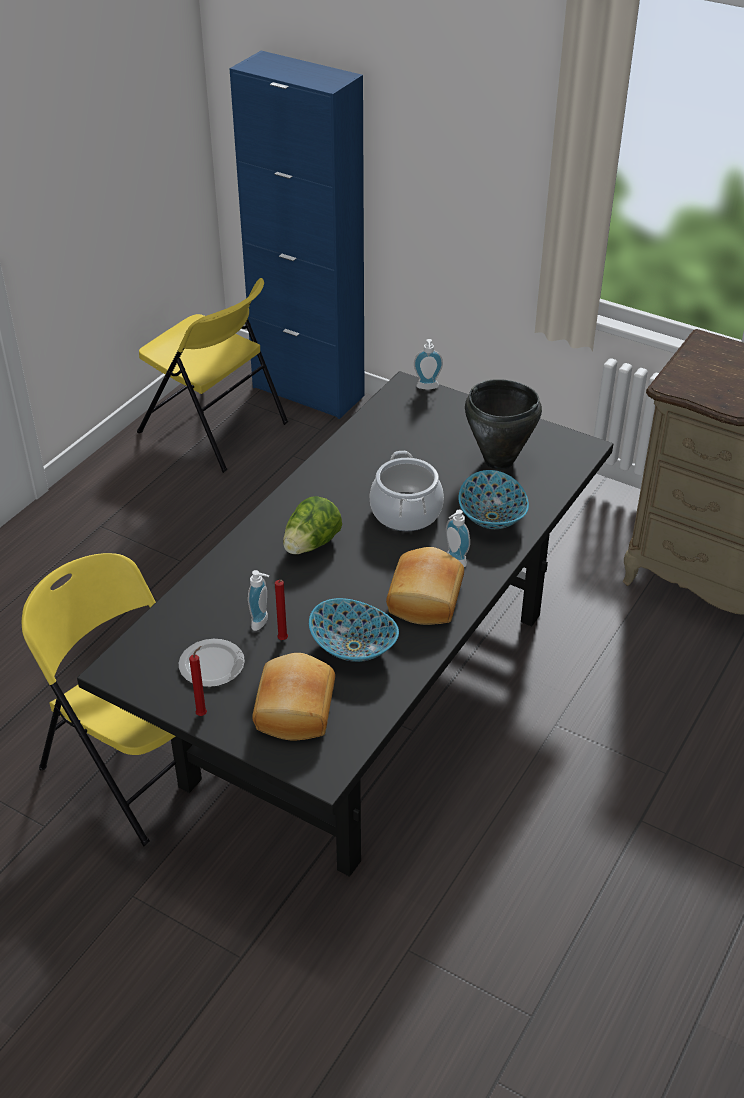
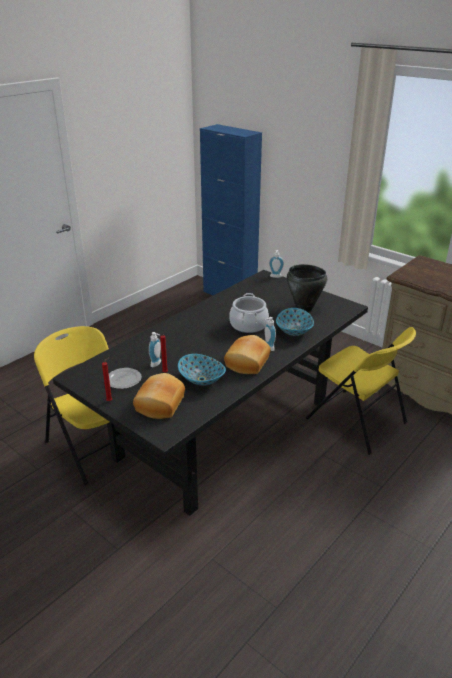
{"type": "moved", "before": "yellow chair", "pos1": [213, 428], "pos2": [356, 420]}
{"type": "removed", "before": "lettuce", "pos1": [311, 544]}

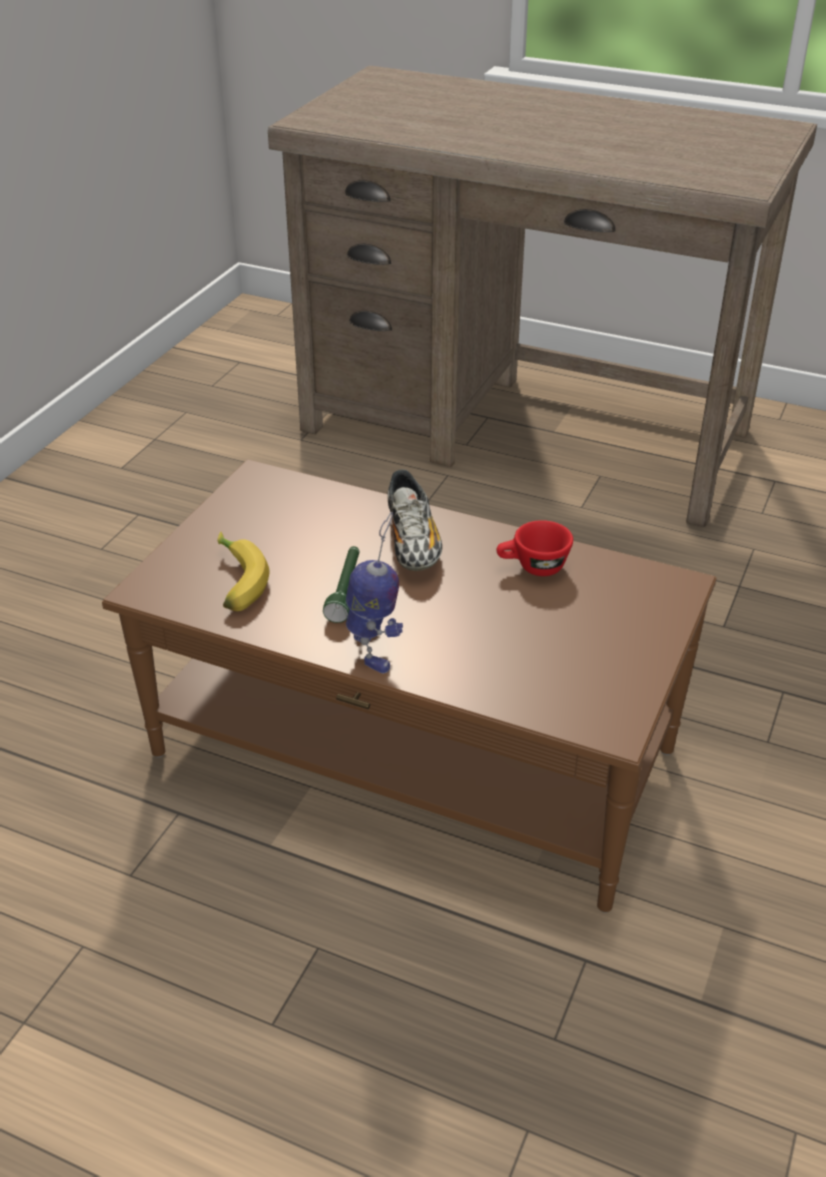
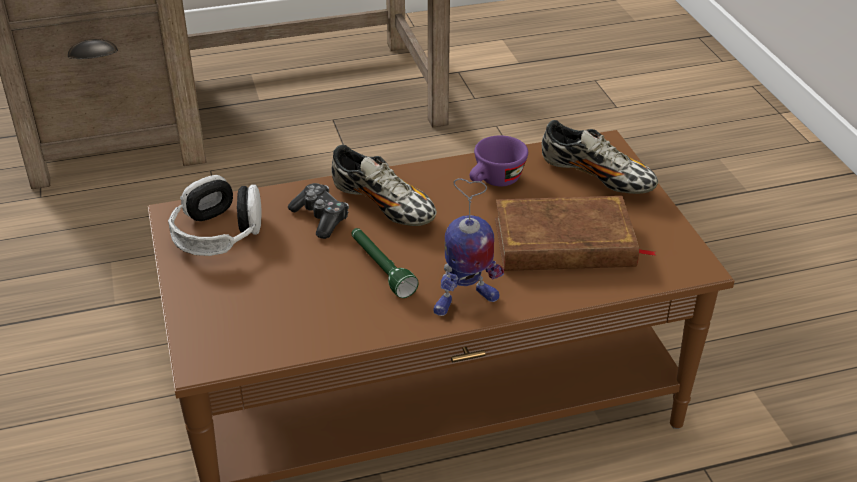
{"type": "added", "after": "headphones", "pos2": [218, 233]}
{"type": "added", "after": "game controller", "pos2": [321, 218]}
{"type": "turned", "before": "toy robot", "pos1": [374, 651], "pos2": [464, 302], "turn": 120}
{"type": "recoloured", "before": "red cup", "after": "purple cup", "pos1": [533, 567], "pos2": [495, 181]}
{"type": "added", "after": "brown book", "pos2": [565, 243]}
{"type": "added", "after": "shoe", "pos2": [597, 177]}
{"type": "removed", "before": "banana", "pos1": [235, 582]}

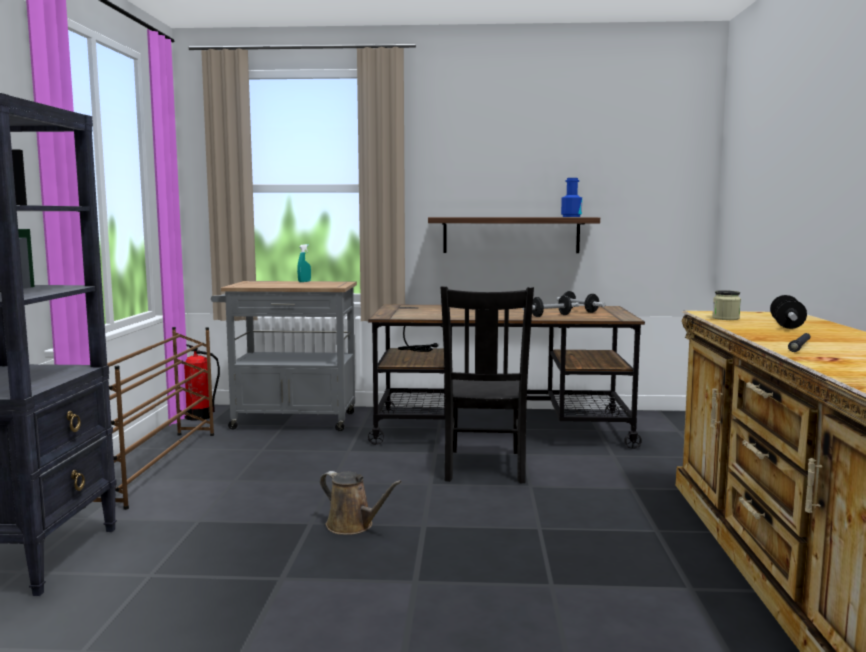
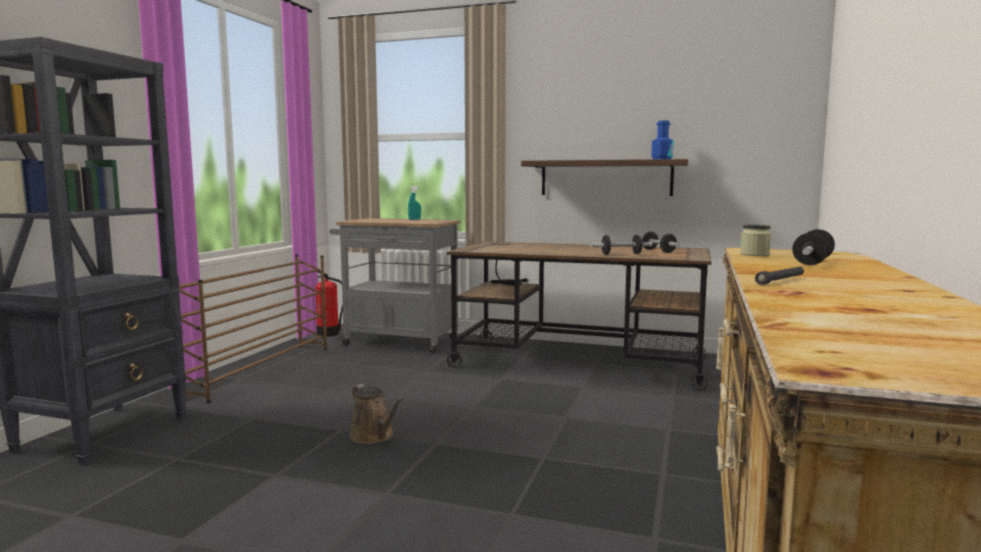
{"type": "removed", "before": "black chair", "pos1": [484, 467]}

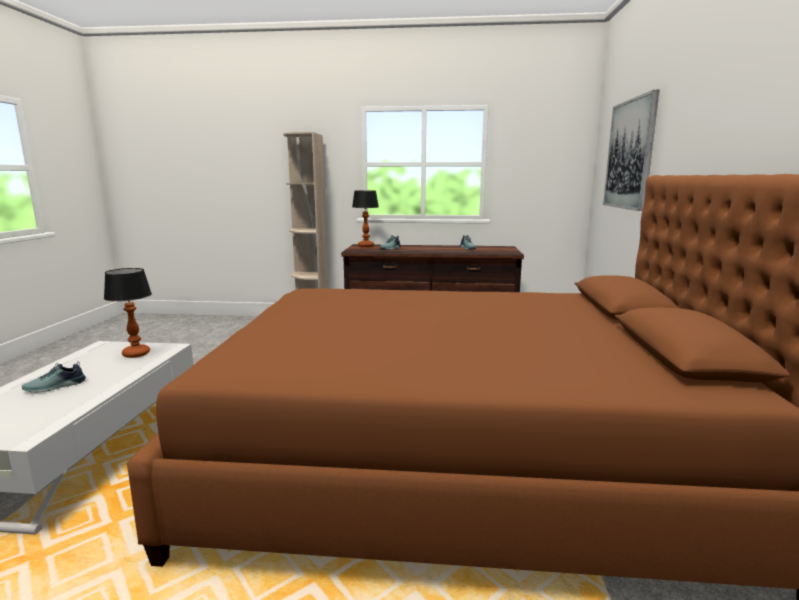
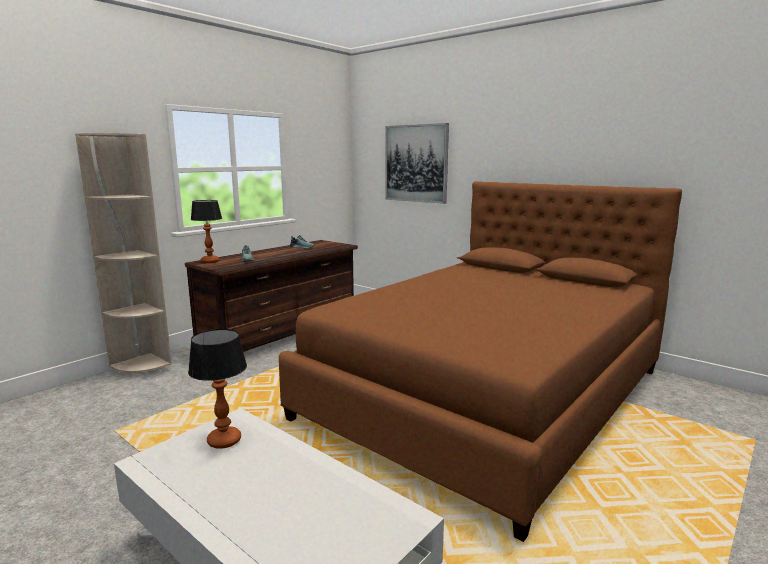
{"type": "removed", "before": "shoe", "pos1": [55, 387]}

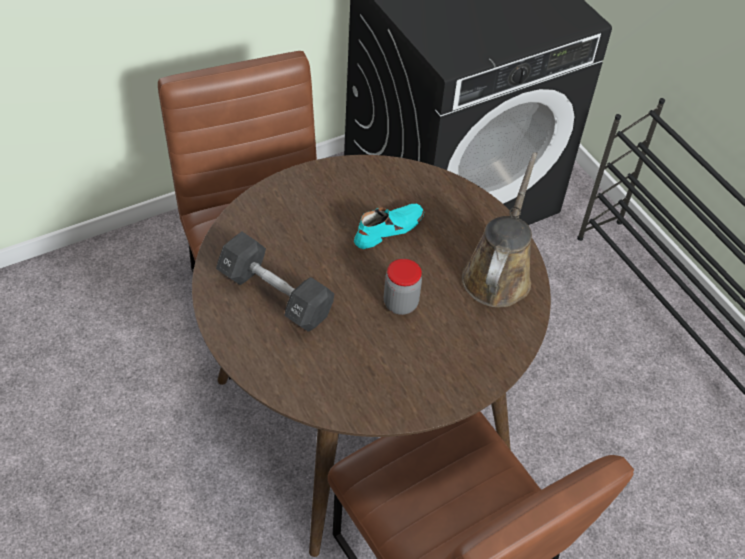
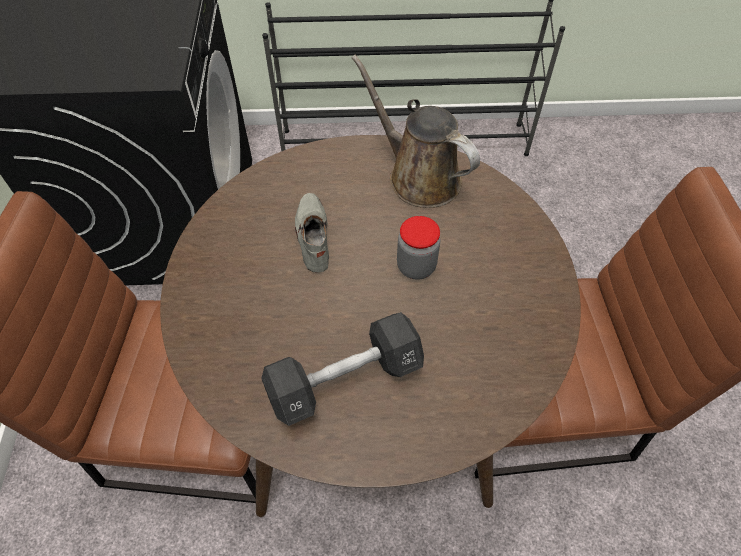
{"type": "recoloured", "before": "turquoise shoe", "after": "grey shoe", "pos1": [388, 229], "pos2": [312, 236]}

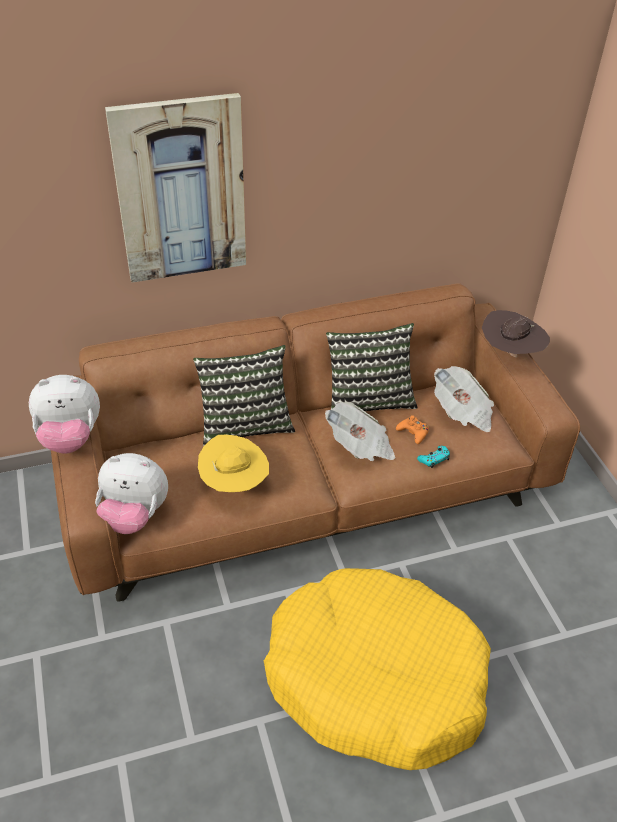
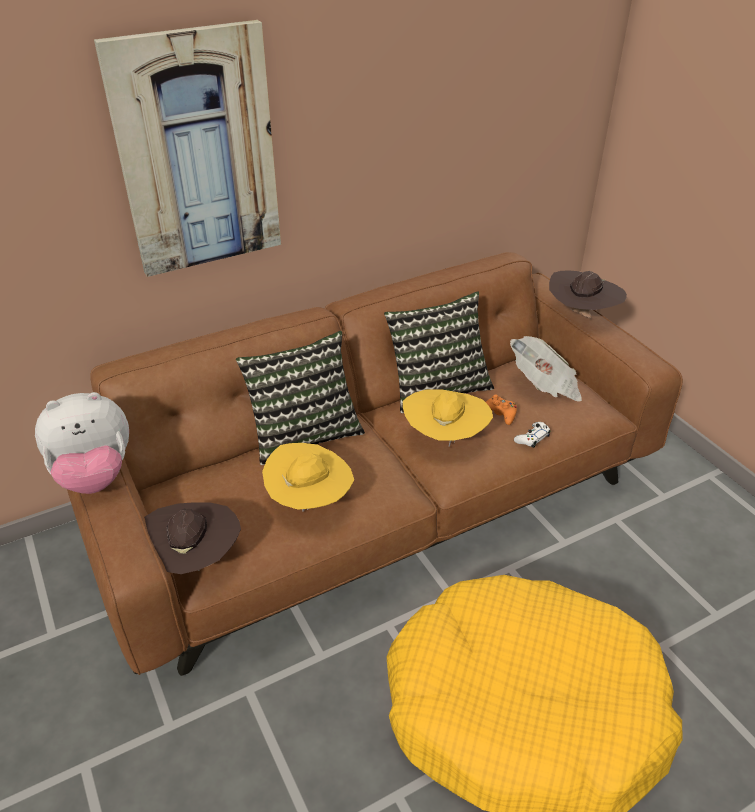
{"type": "replaced", "before": "plush toy", "after": "brown hat", "pos1": [134, 516], "pos2": [193, 559]}
{"type": "replaced", "before": "newspaper", "after": "yellow hat", "pos1": [360, 447], "pos2": [445, 437]}
{"type": "recoloured", "before": "turquoise game controller", "after": "white game controller", "pos1": [434, 459], "pos2": [532, 438]}

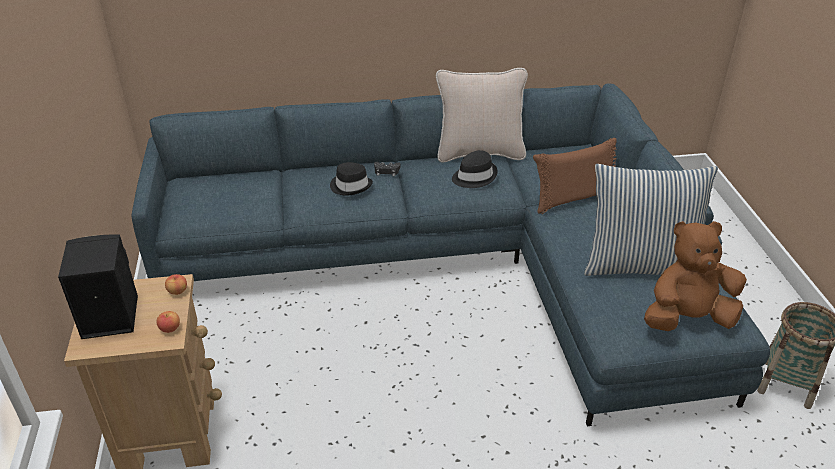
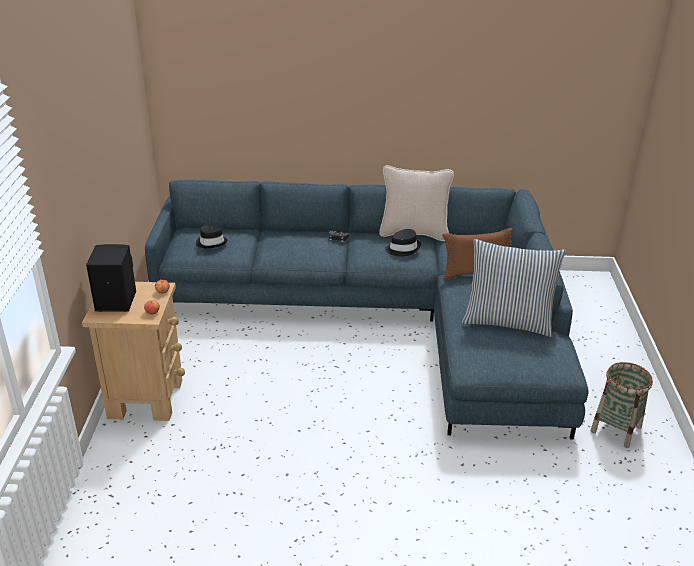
{"type": "moved", "before": "black hat", "pos1": [351, 186], "pos2": [211, 242]}
{"type": "removed", "before": "brown plush toy", "pos1": [687, 318]}

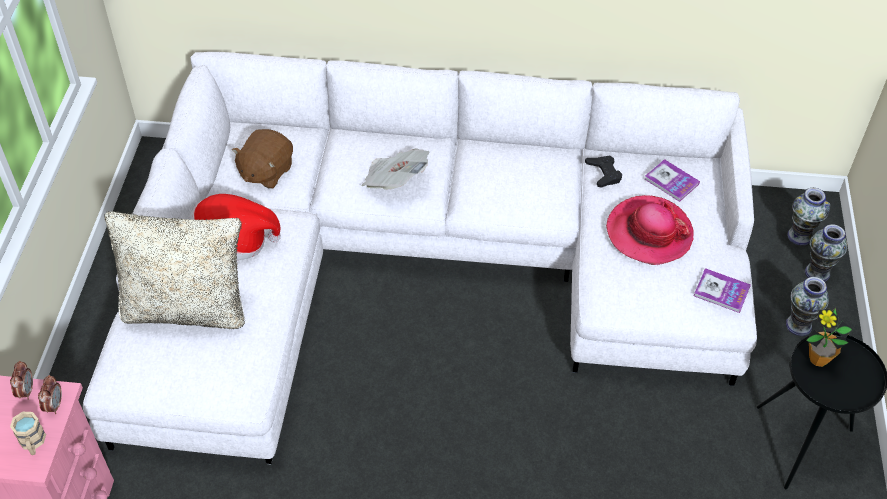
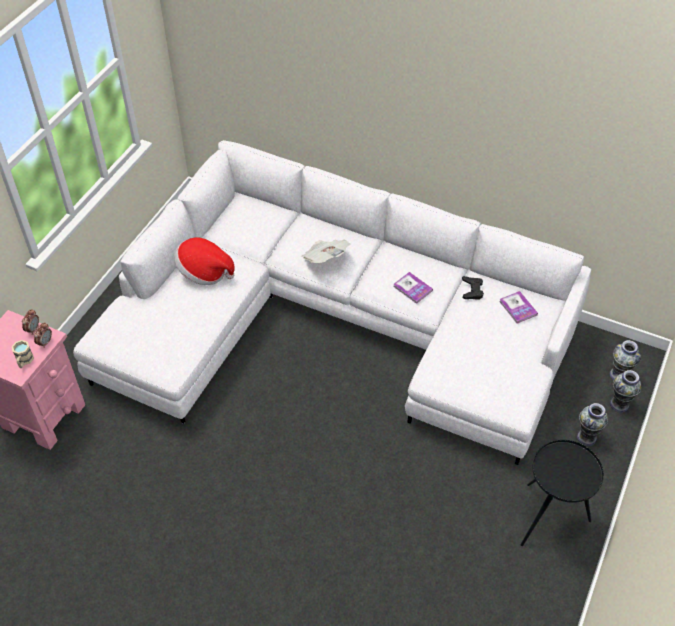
{"type": "moved", "before": "book", "pos1": [721, 291], "pos2": [412, 288]}
{"type": "removed", "before": "beige pillow", "pos1": [188, 312]}
{"type": "removed", "before": "brown plush toy", "pos1": [265, 172]}
{"type": "removed", "before": "hat", "pos1": [649, 233]}
{"type": "removed", "before": "potted plant", "pos1": [818, 359]}

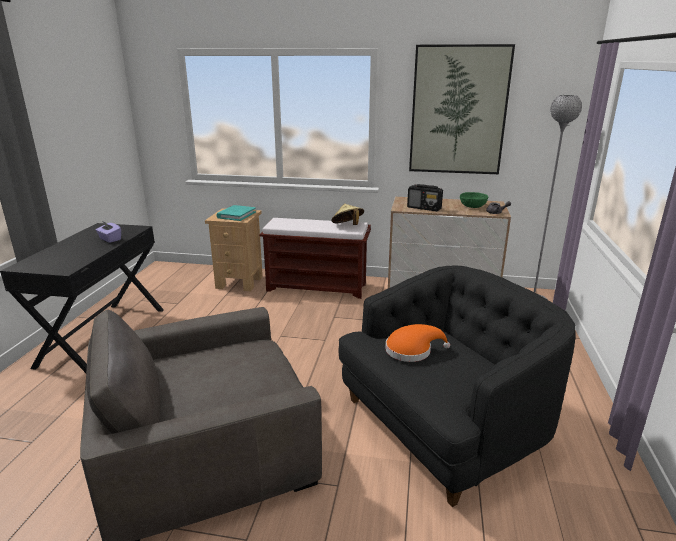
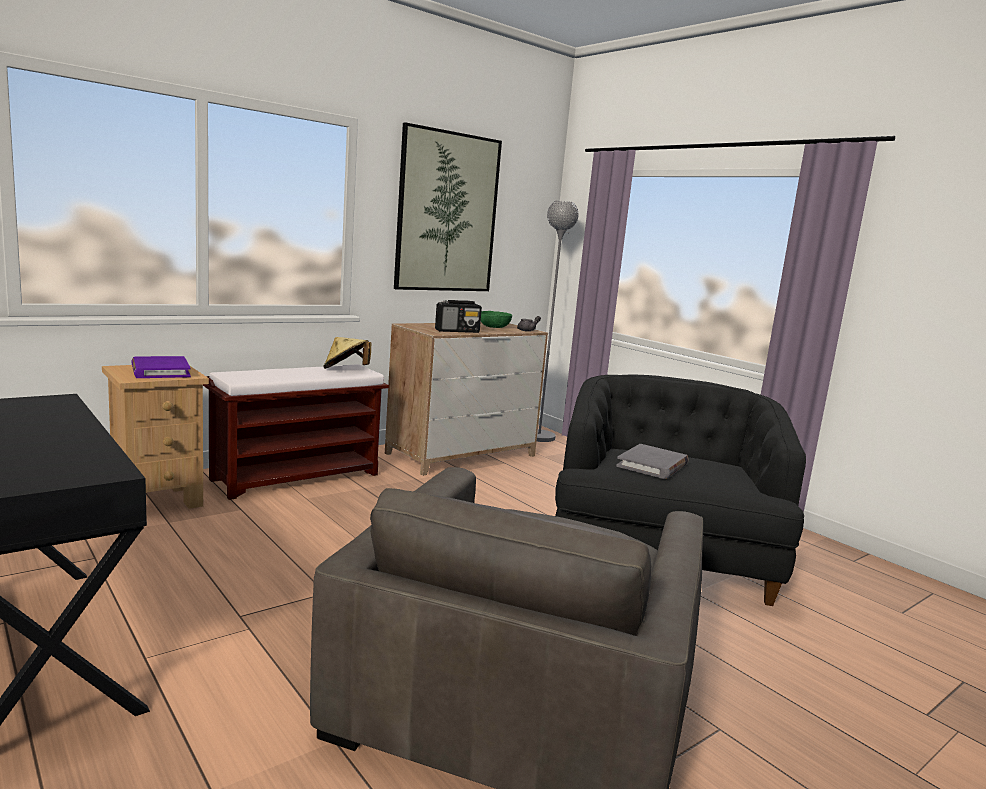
{"type": "recoloured", "before": "turquoise book", "after": "purple book", "pos1": [236, 215], "pos2": [160, 371]}
{"type": "replaced", "before": "orange hat", "after": "grey book", "pos1": [412, 350], "pos2": [652, 465]}
{"type": "removed", "before": "purple tissue box", "pos1": [110, 239]}

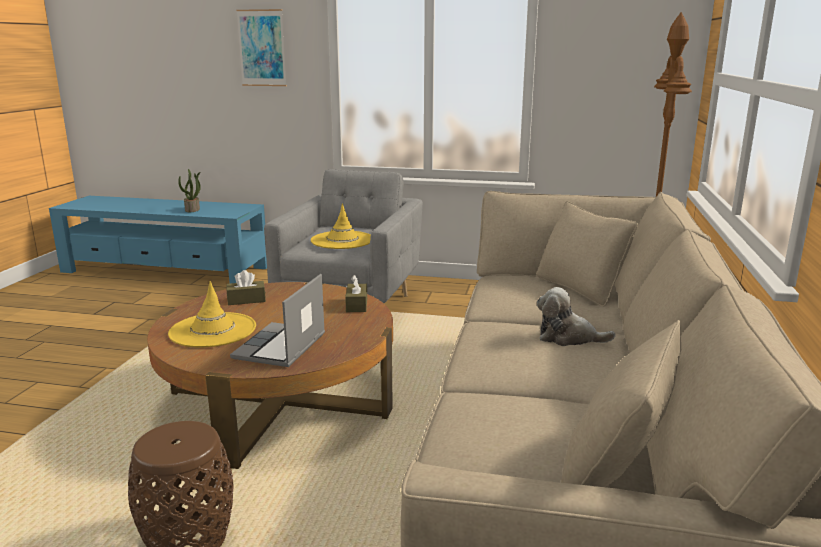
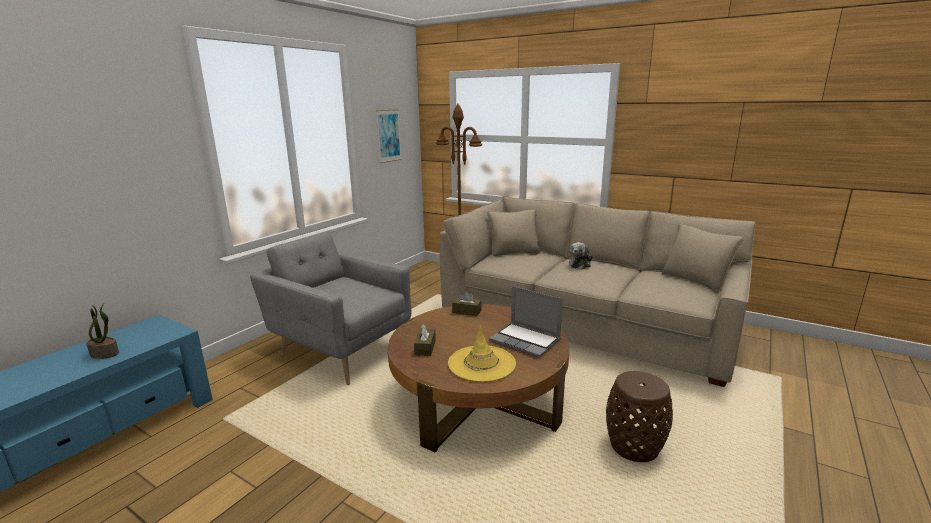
{"type": "moved", "before": "picture", "pos1": [262, 48], "pos2": [388, 136]}
{"type": "removed", "before": "yellow hat", "pos1": [342, 240]}

